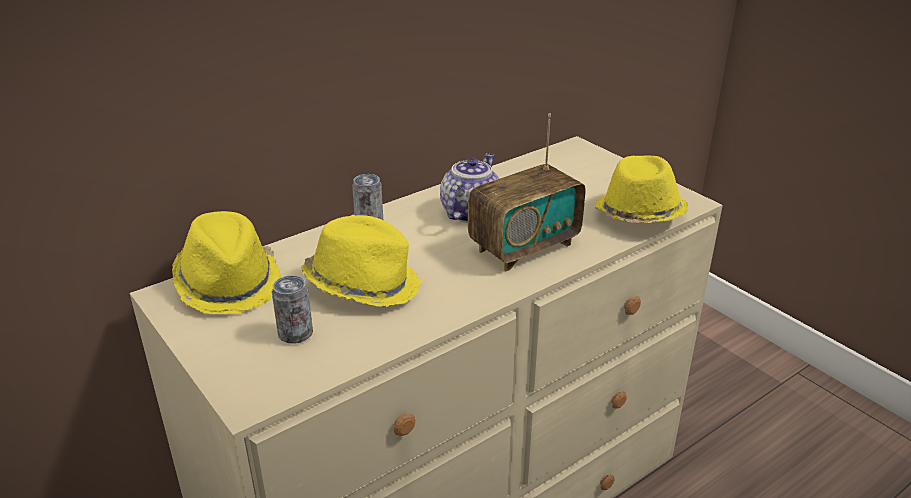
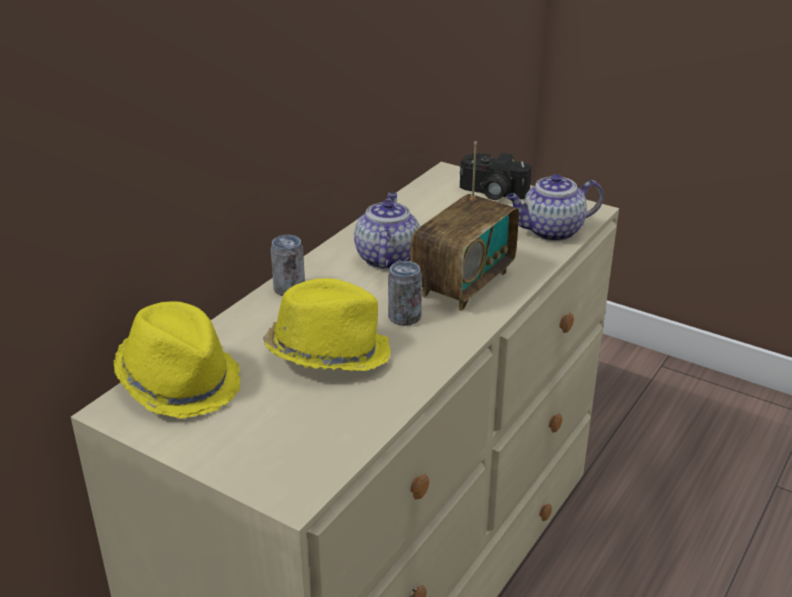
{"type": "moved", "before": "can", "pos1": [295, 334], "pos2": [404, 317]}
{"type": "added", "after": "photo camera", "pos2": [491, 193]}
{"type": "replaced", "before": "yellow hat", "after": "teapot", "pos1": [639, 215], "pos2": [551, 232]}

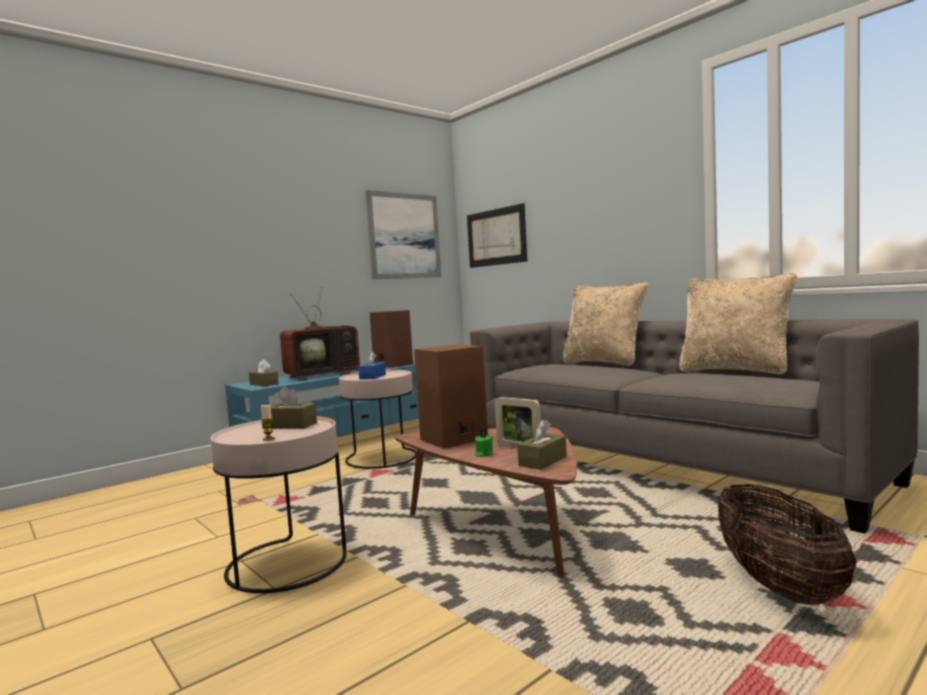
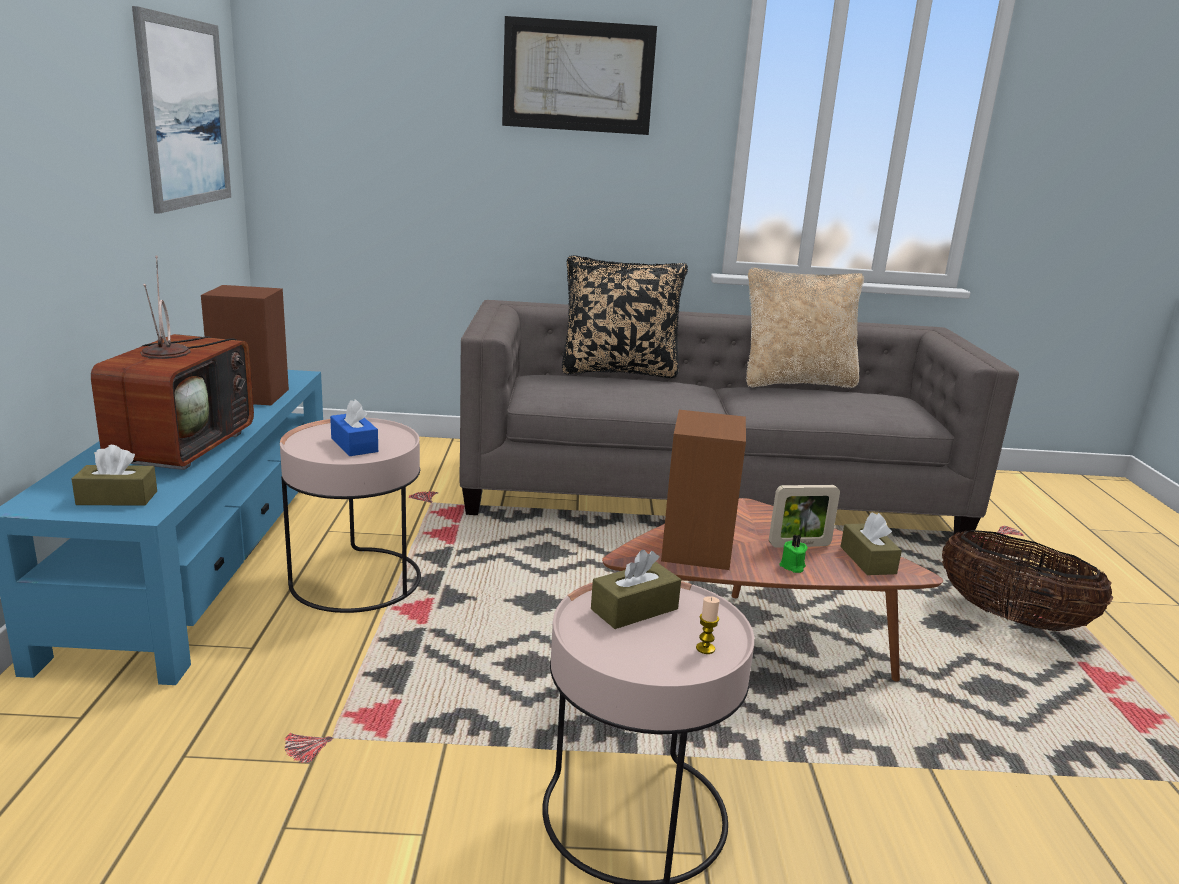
{"type": "moved", "before": "picture", "pos1": [496, 237], "pos2": [578, 76]}
{"type": "recoloured", "before": "beige pillow", "after": "black pillow", "pos1": [604, 364], "pos2": [620, 373]}

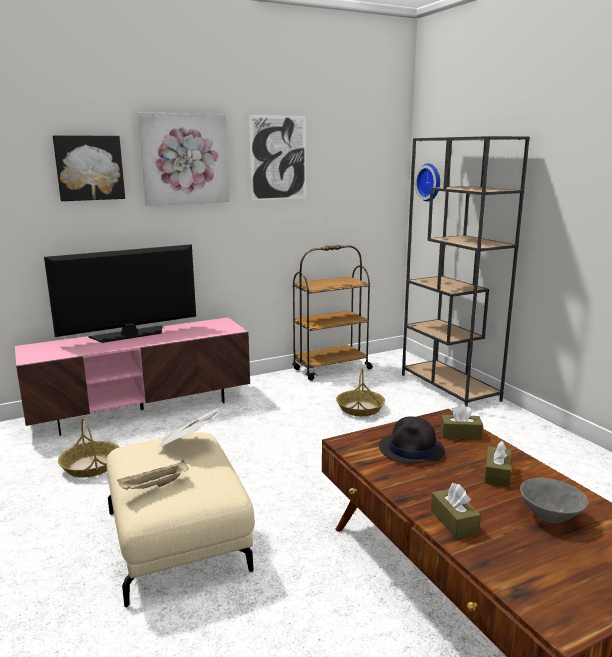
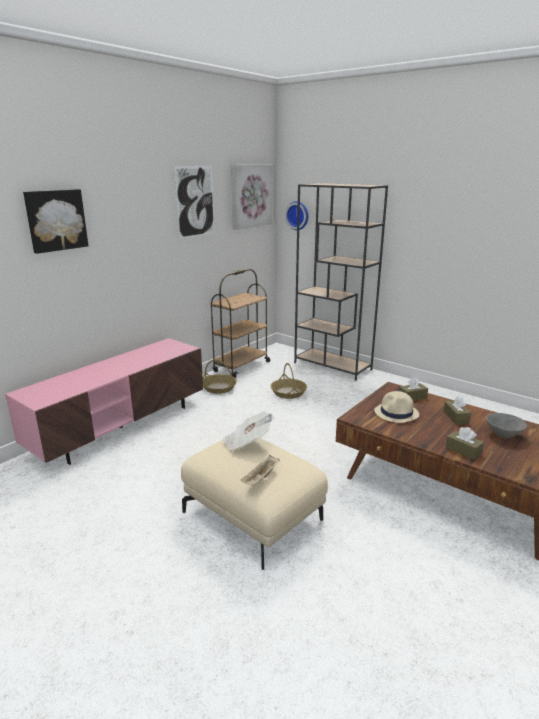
{"type": "moved", "before": "basket", "pos1": [91, 466], "pos2": [219, 388]}
{"type": "moved", "before": "picture", "pos1": [184, 159], "pos2": [251, 196]}
{"type": "recoloured", "before": "black hat", "after": "beige hat", "pos1": [412, 450], "pos2": [396, 413]}
{"type": "removed", "before": "television", "pos1": [129, 334]}

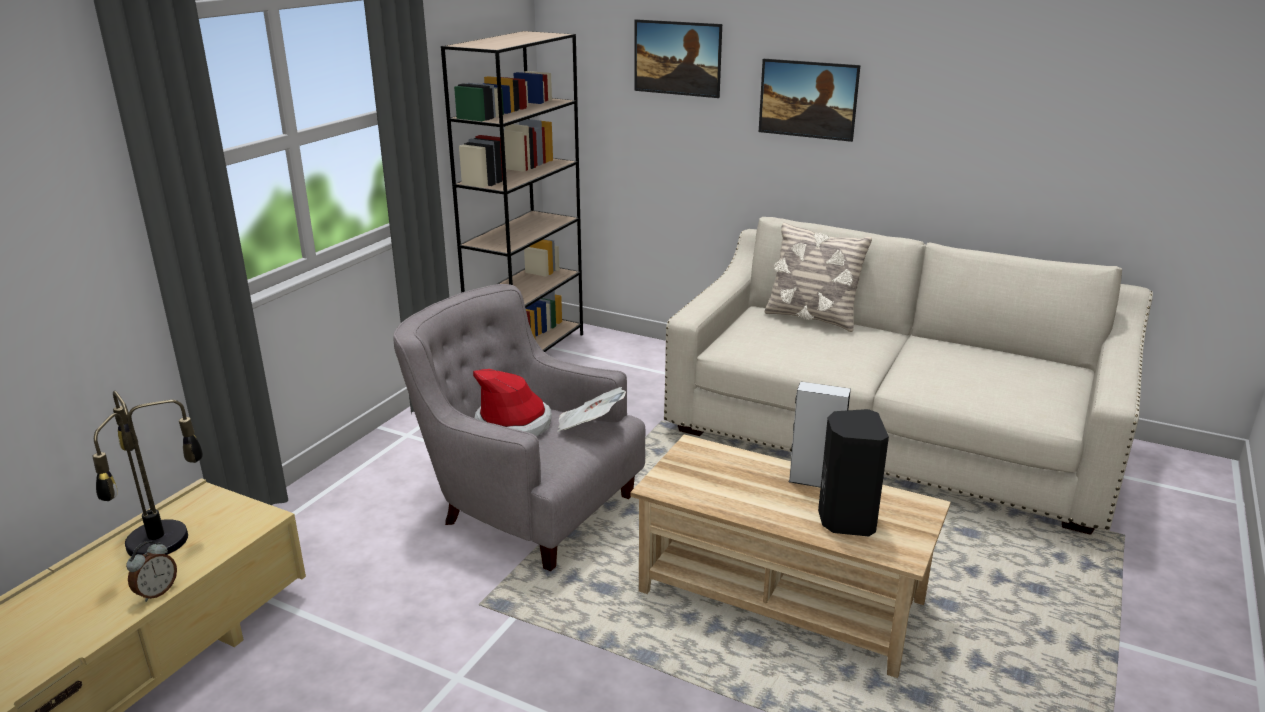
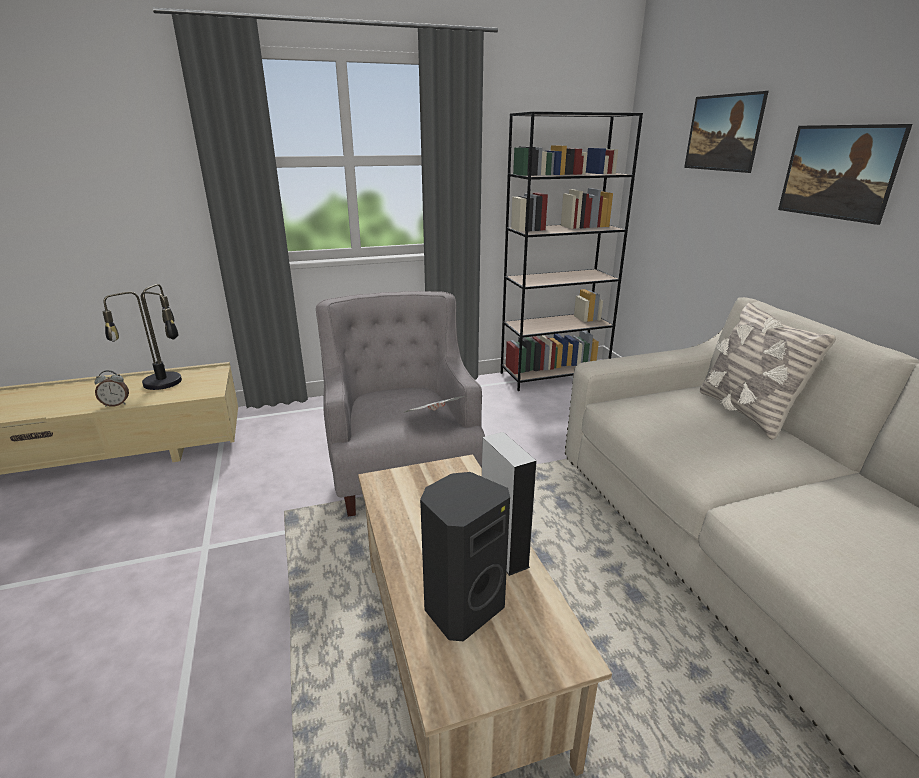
{"type": "removed", "before": "hat", "pos1": [513, 425]}

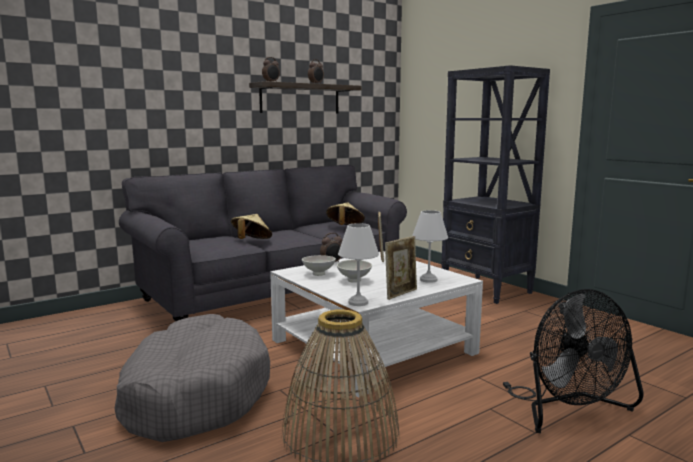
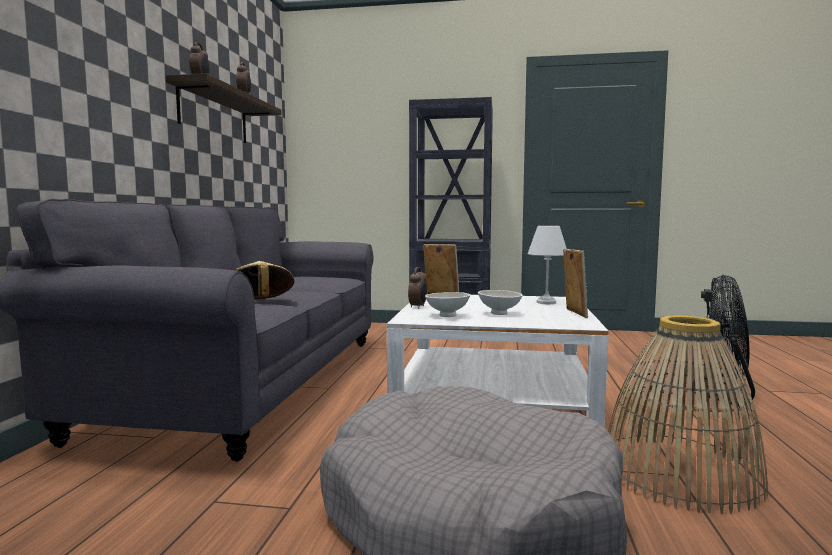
{"type": "removed", "before": "beige hat", "pos1": [345, 227]}
{"type": "removed", "before": "white table lamp", "pos1": [358, 302]}

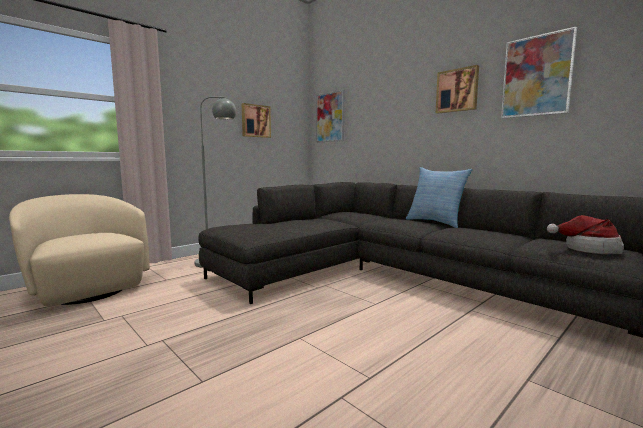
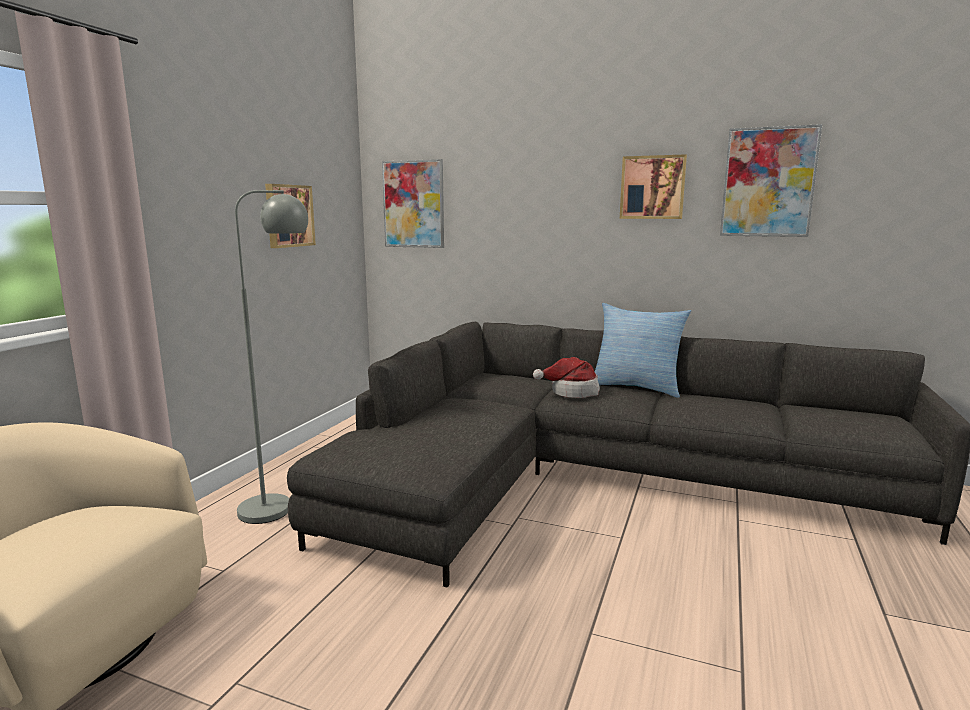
{"type": "moved", "before": "hat", "pos1": [588, 249], "pos2": [571, 391]}

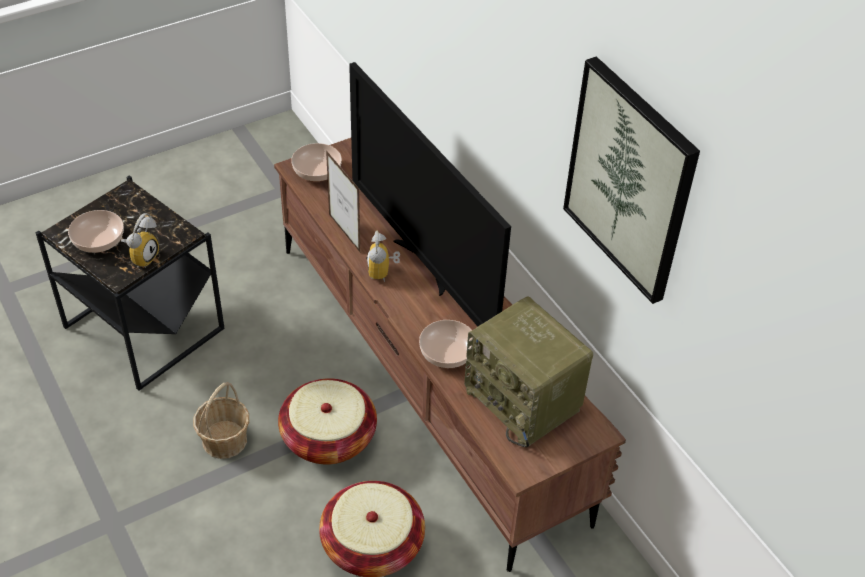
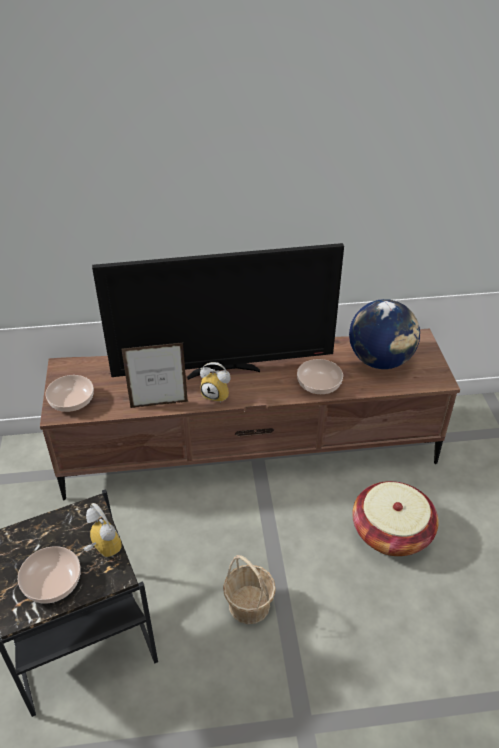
{"type": "replaced", "before": "radio", "after": "globe", "pos1": [525, 400], "pos2": [380, 360]}
{"type": "removed", "before": "basket", "pos1": [328, 438]}
{"type": "removed", "before": "picture", "pos1": [630, 180]}

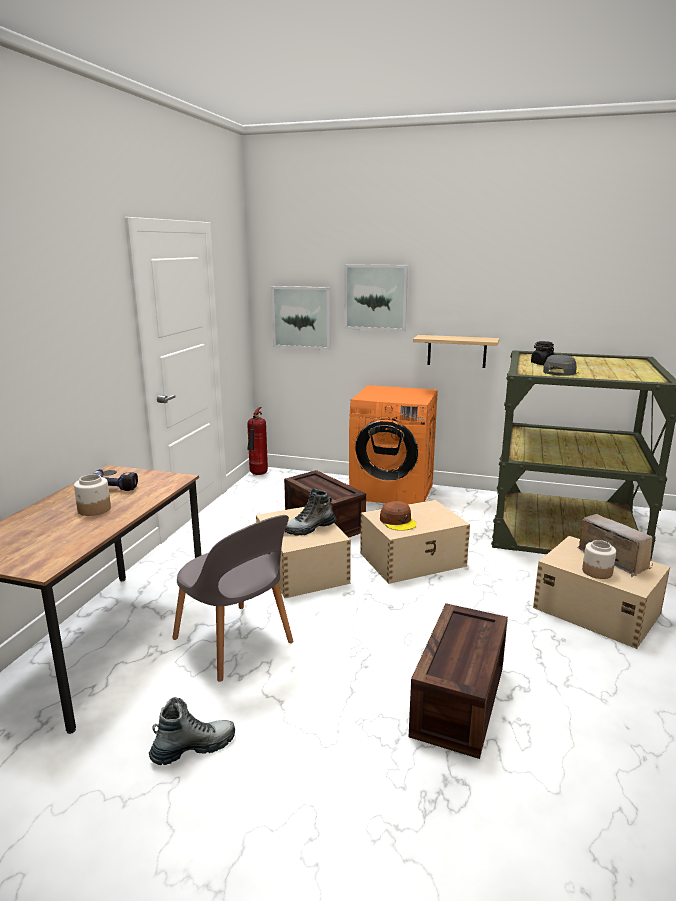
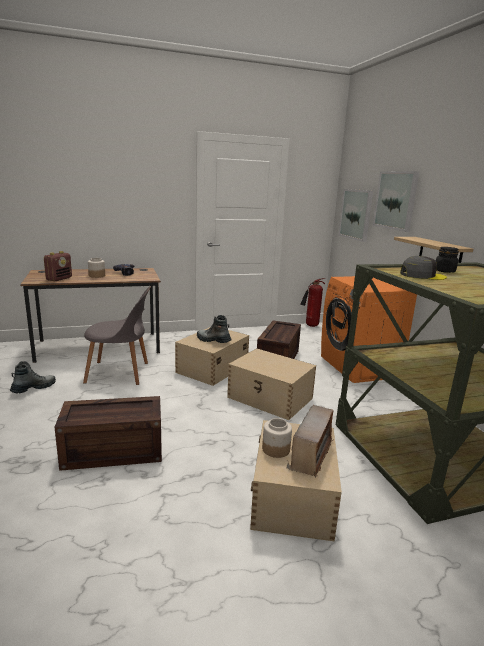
{"type": "turned", "before": "boot", "pos1": [193, 748], "pos2": [33, 388], "turn": -75}
{"type": "added", "after": "radio", "pos2": [59, 279]}
{"type": "turned", "before": "grey chair", "pos1": [235, 643], "pos2": [120, 373], "turn": -105}
{"type": "removed", "before": "brown cap", "pos1": [398, 521]}

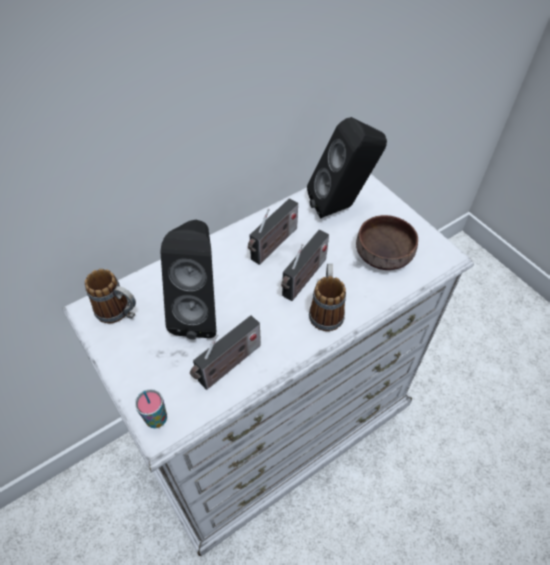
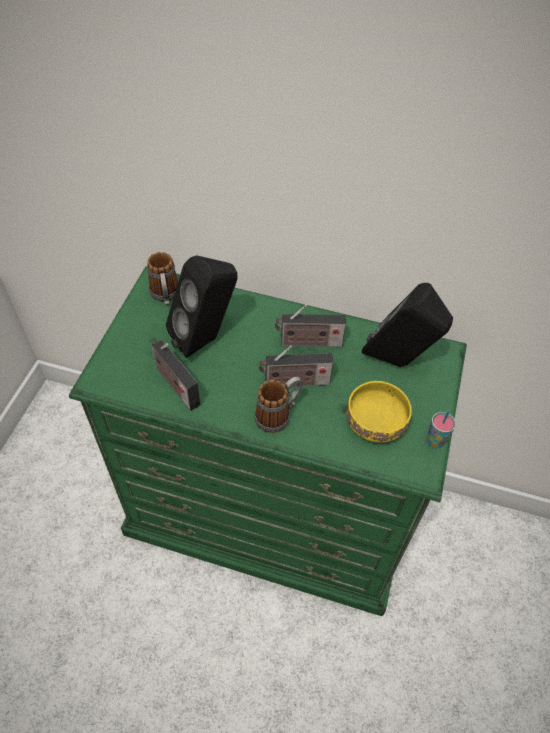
{"type": "recoloured", "before": "white dresser", "after": "green dresser", "pos1": [276, 419], "pos2": [271, 511]}
{"type": "turned", "before": "radio", "pos1": [228, 366], "pos2": [175, 384], "turn": 45}
{"type": "recoloured", "before": "brown bowl", "after": "yellow bowl", "pos1": [383, 253], "pos2": [376, 421]}
{"type": "moved", "before": "cup", "pos1": [157, 419], "pos2": [435, 441]}

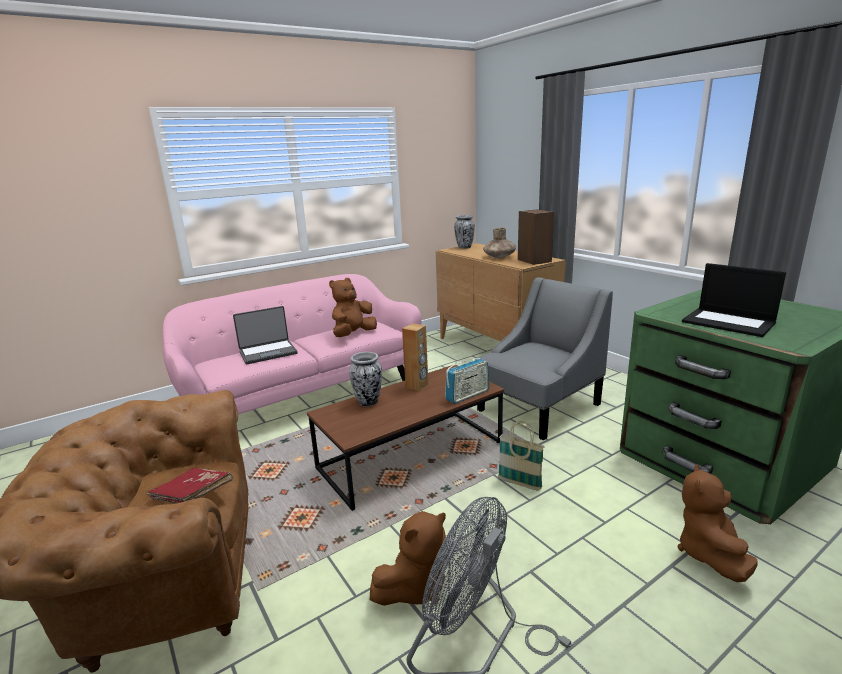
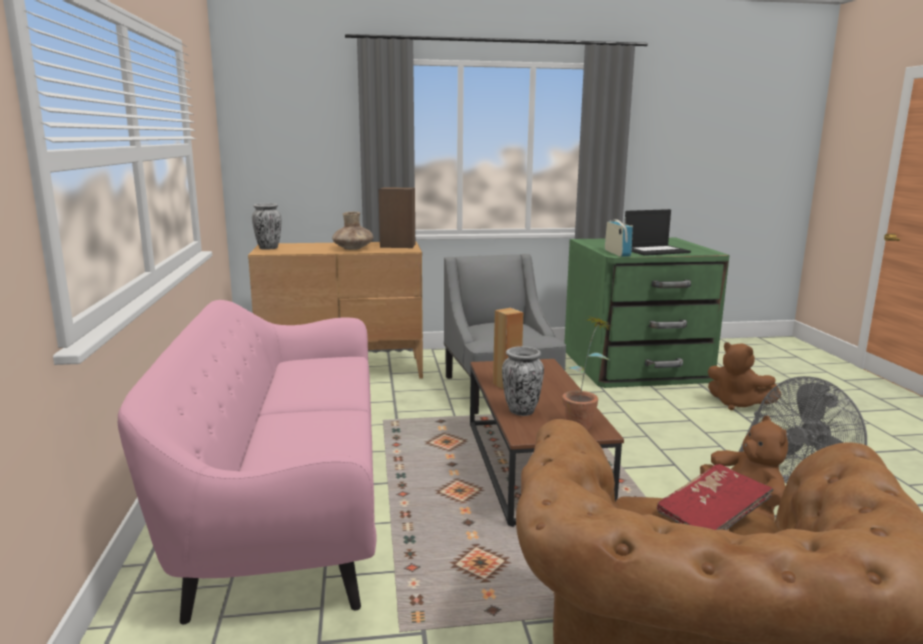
{"type": "added", "after": "potted plant", "pos2": [583, 422]}
{"type": "moved", "before": "radio", "pos1": [467, 395], "pos2": [617, 253]}
{"type": "removed", "before": "laptop", "pos1": [268, 352]}
{"type": "removed", "before": "brown plush toy", "pos1": [353, 334]}
{"type": "removed", "before": "basket", "pos1": [519, 483]}

